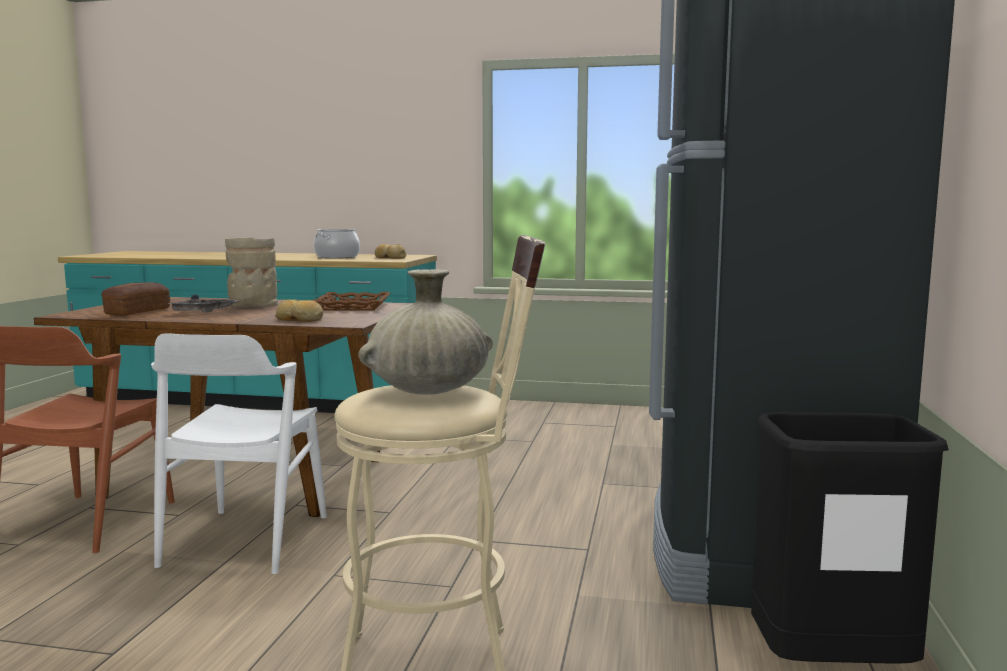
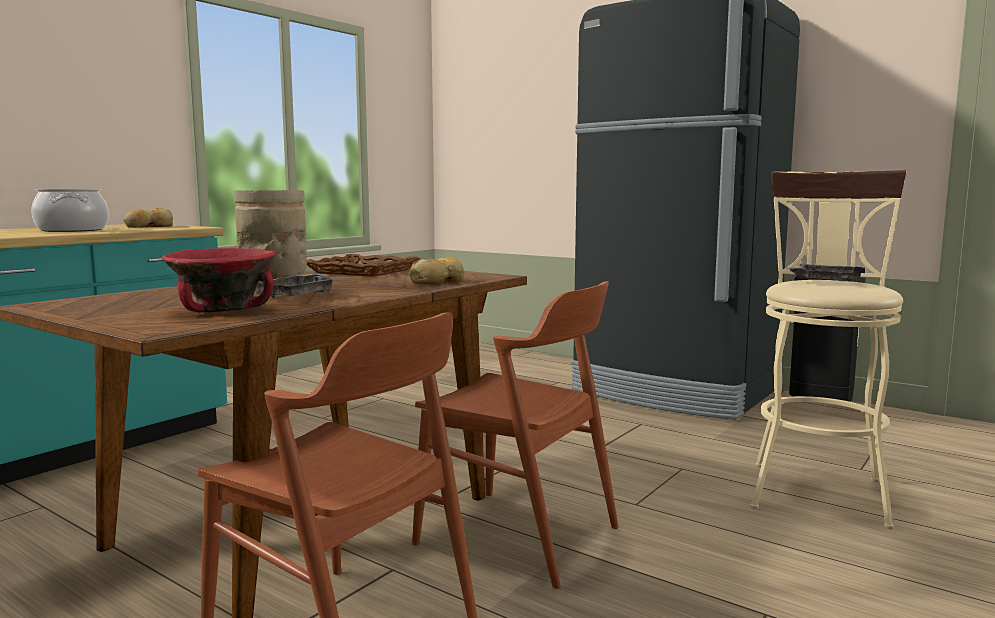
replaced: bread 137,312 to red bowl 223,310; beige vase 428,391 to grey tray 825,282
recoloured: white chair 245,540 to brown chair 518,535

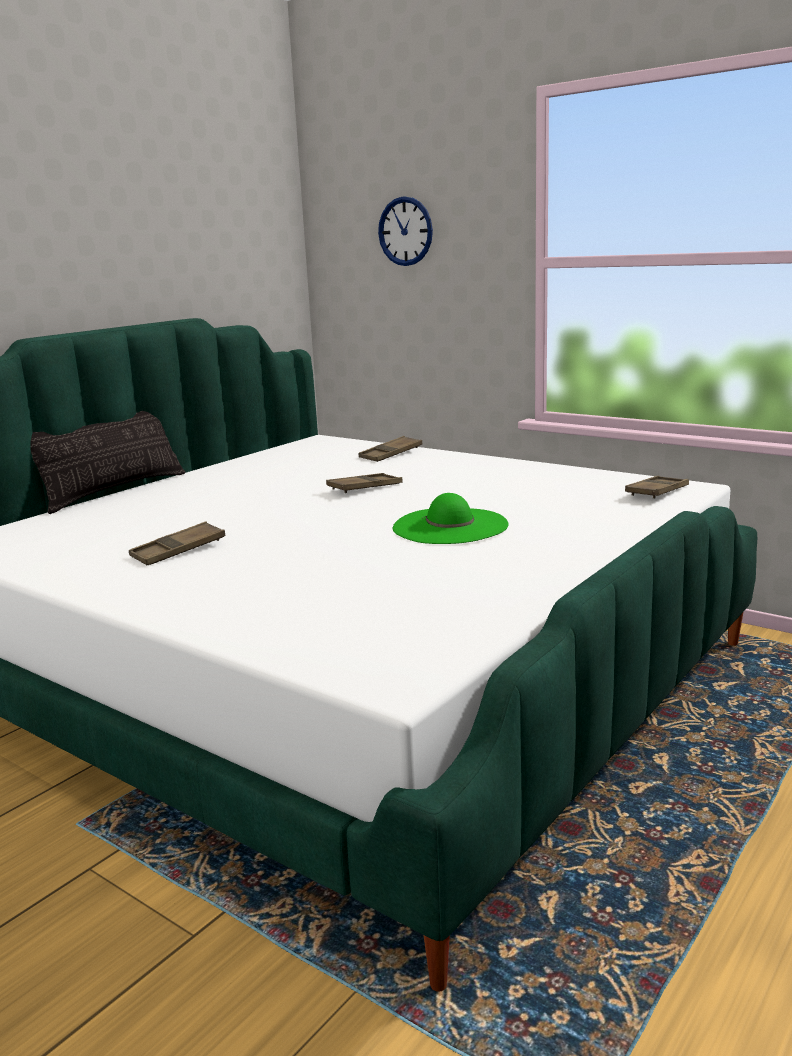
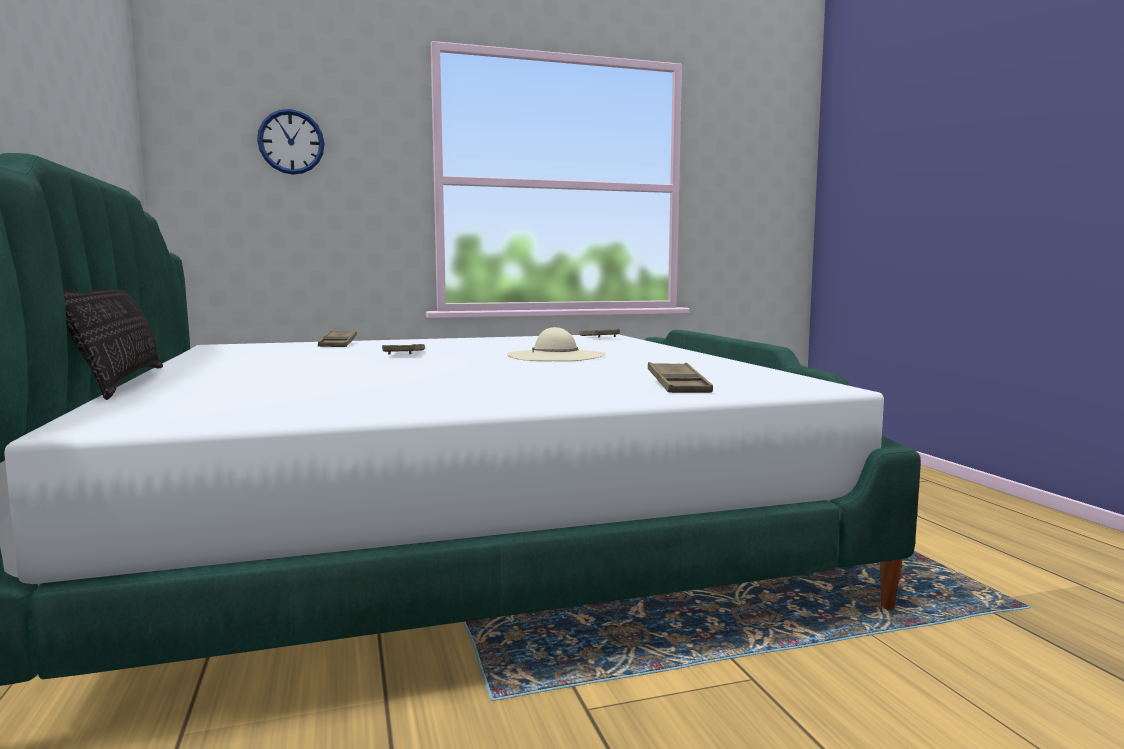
moved: brown tray 178,550 to 678,385
recoloured: green hat 450,526 to beige hat 555,356

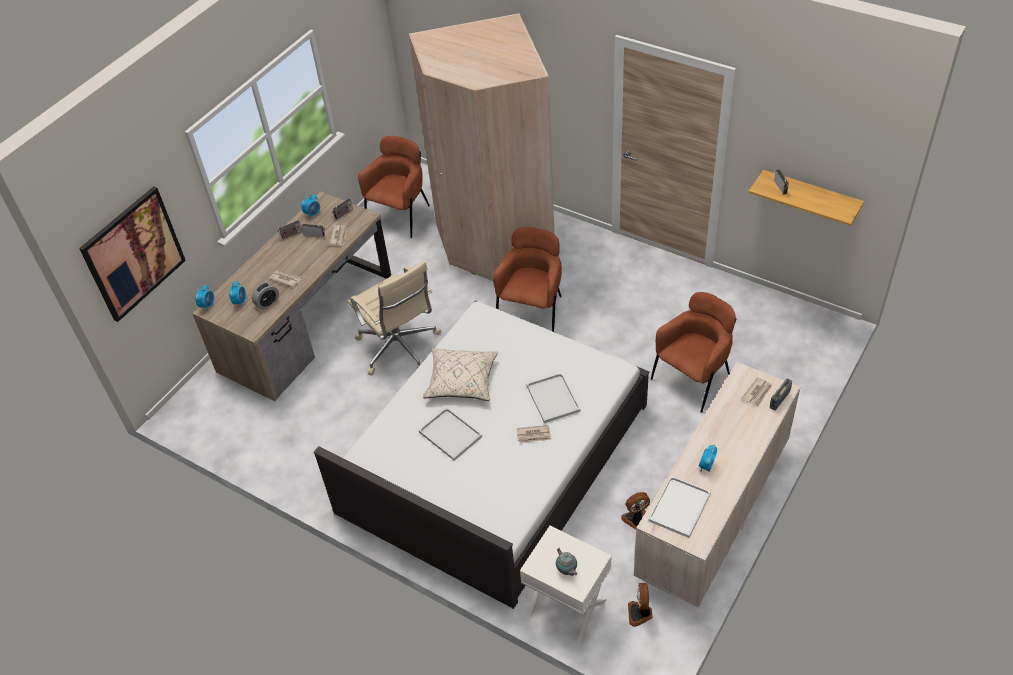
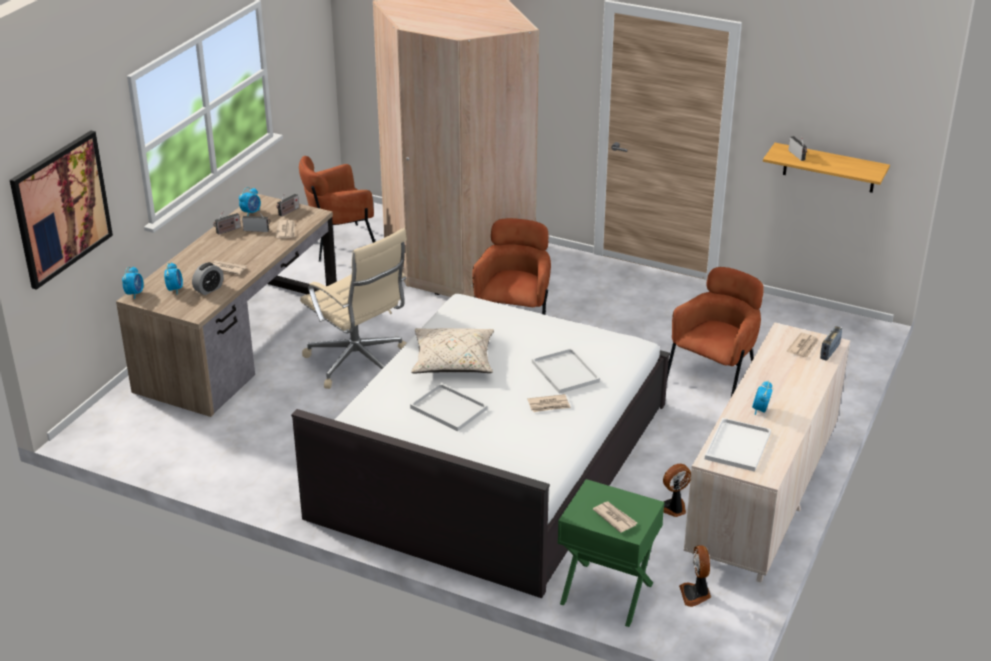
replaced: teapot 567,571 to newspaper 615,518
recoloured: white nightstand 566,608 to green nightstand 606,594
turned: brown armchair 400,215 = 340,245 135 degrees counterclockwise

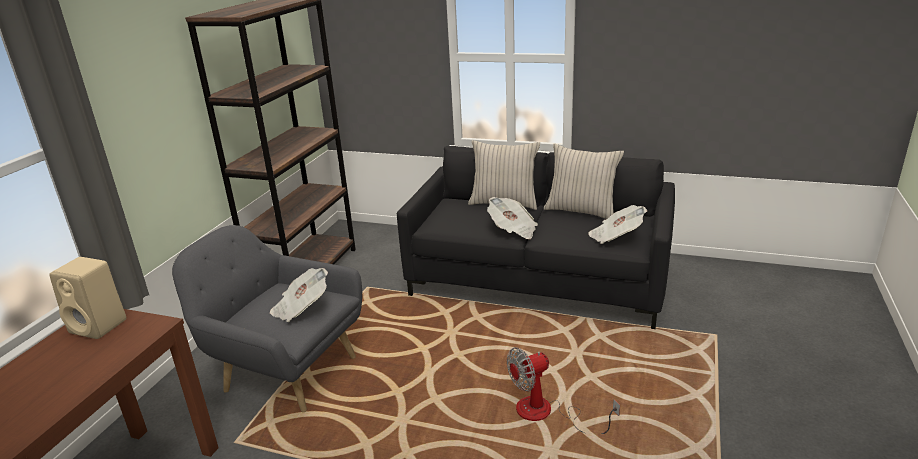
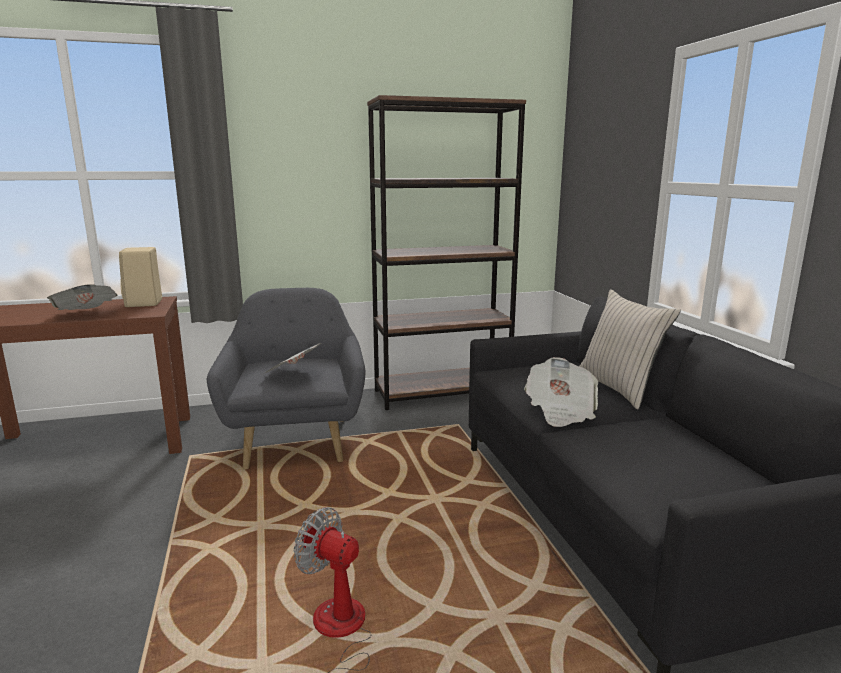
removed: beige pillow 581,211
moved: newspaper 615,237 to 86,315

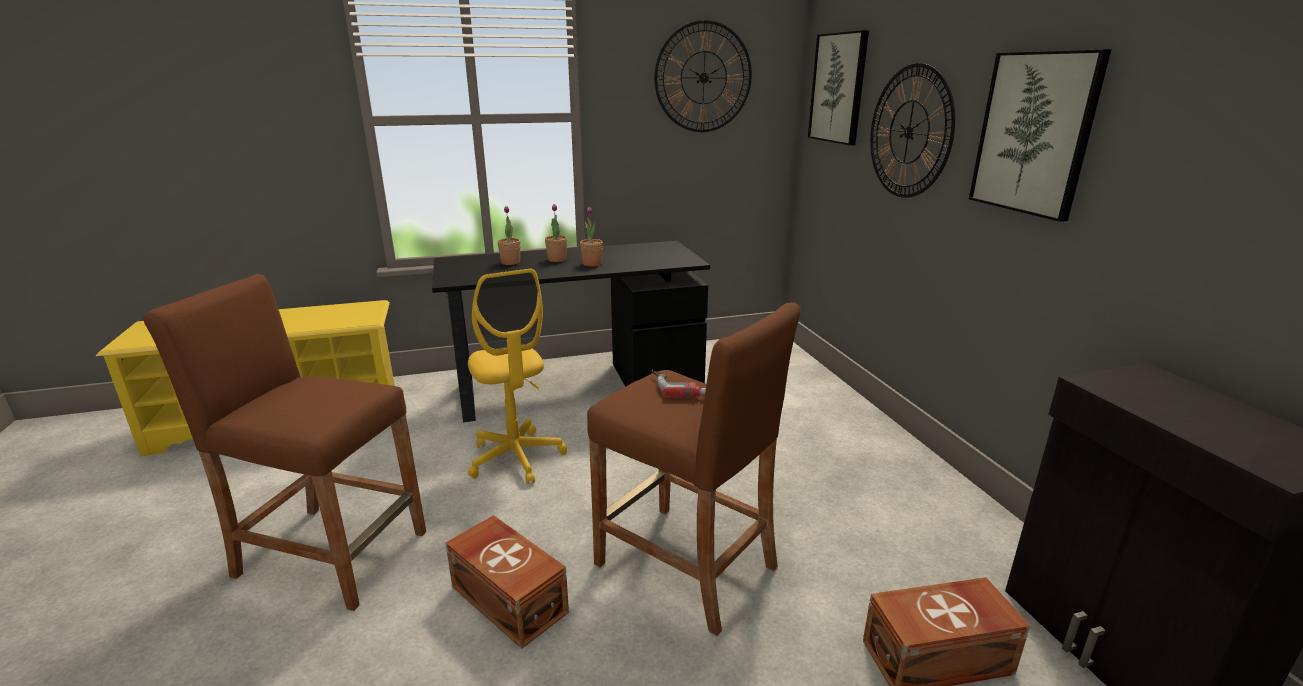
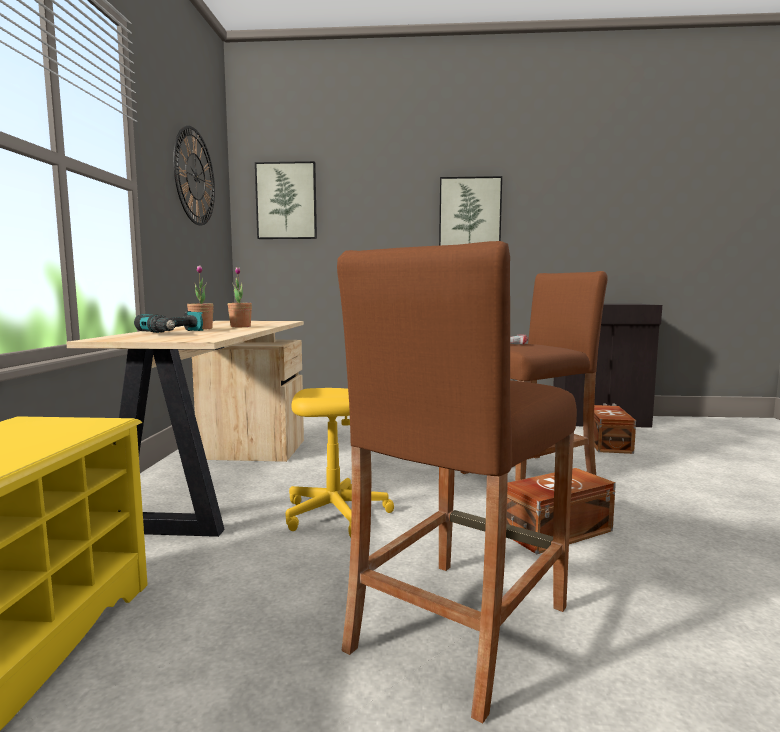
removed: wall clock 909,132
replaced: potted plant 510,262 to power drill 175,333
recoloured: black desk 576,387 to beige desk 221,477

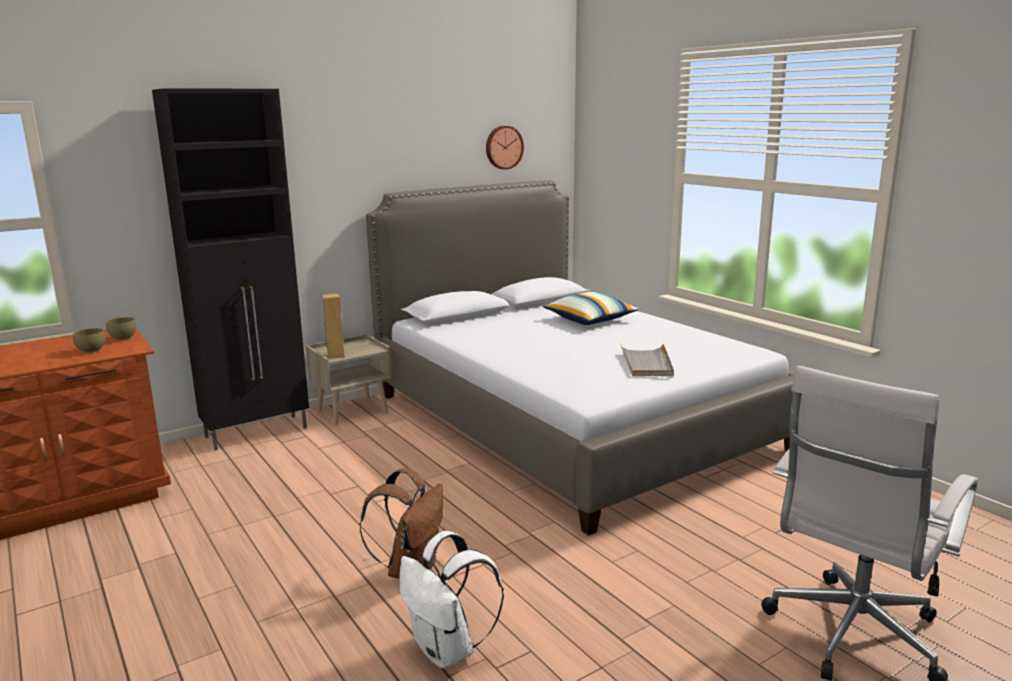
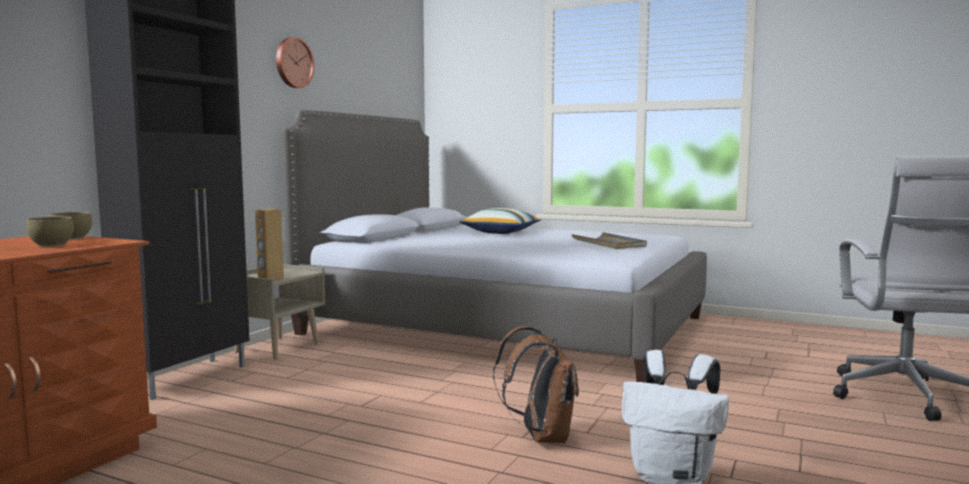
moved: wall clock 503,147 to 293,63

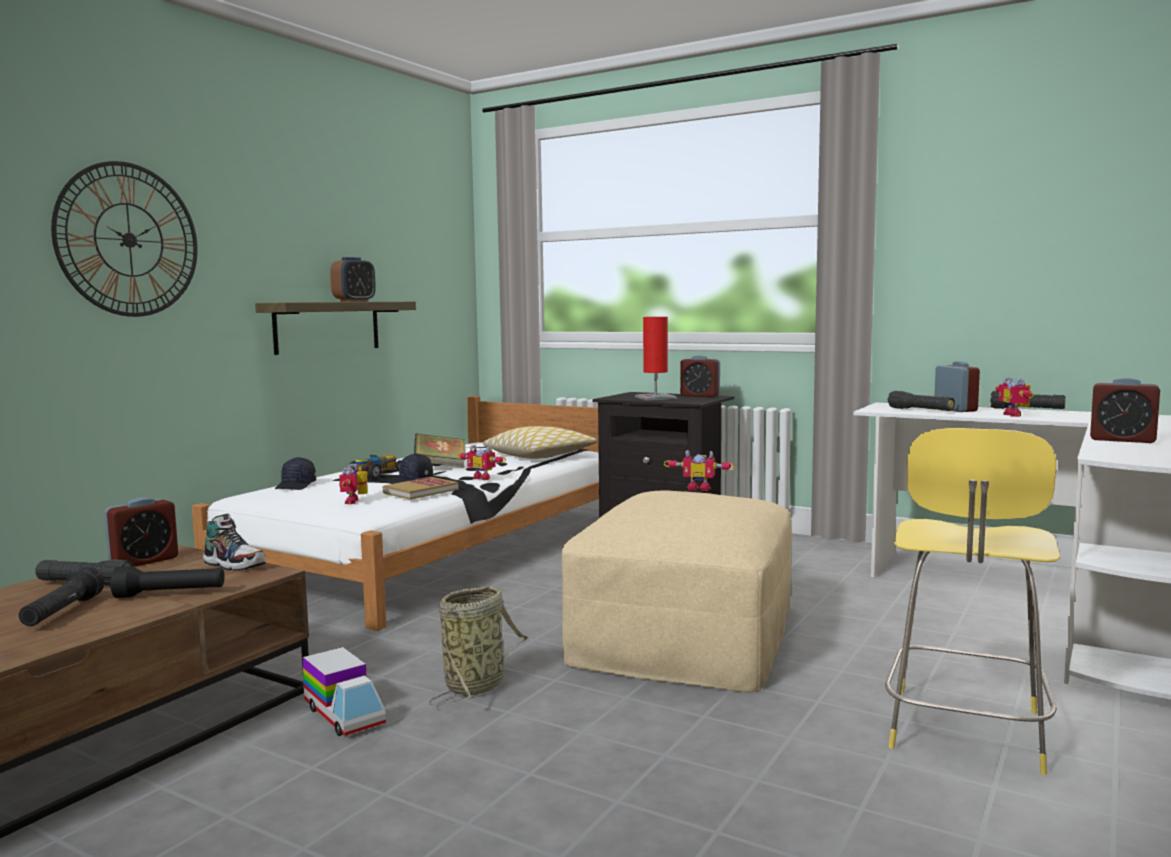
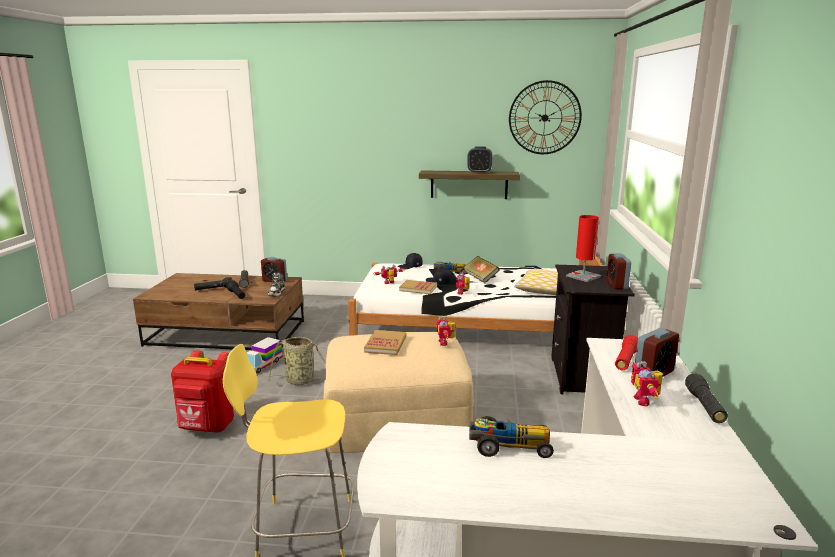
added: red backpack 207,427; book 385,344
moved: wall clock 129,240 to 544,118
replaced: alarm clock 1122,440 to toy car 508,446
recoloured: black flashlight 920,410 to red flashlight 626,360
turned: toy robot 1016,415 = 645,401 60 degrees counterclockwise

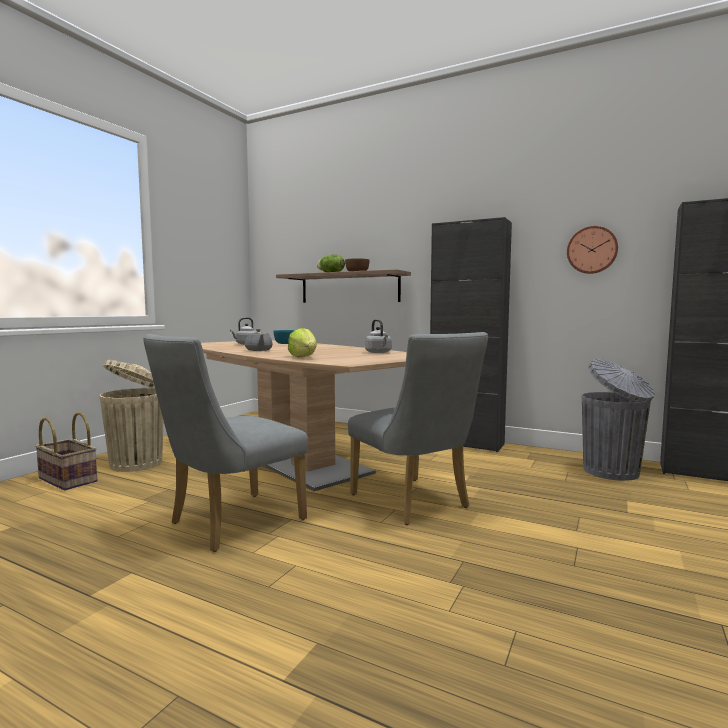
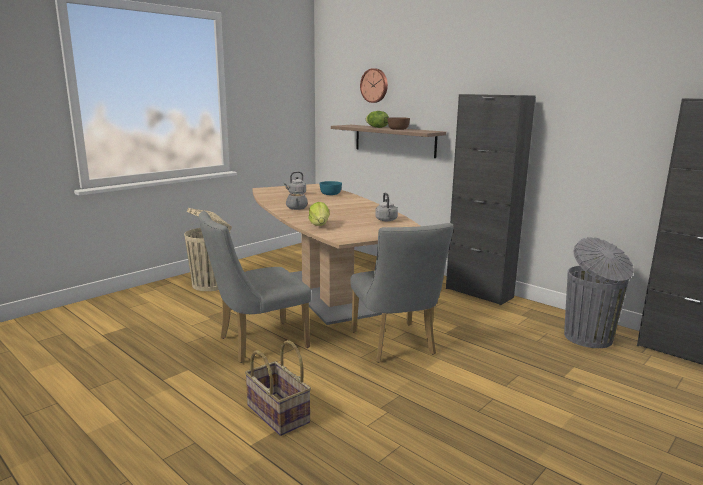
moved: basket 66,480 to 276,414; wall clock 592,250 to 374,85

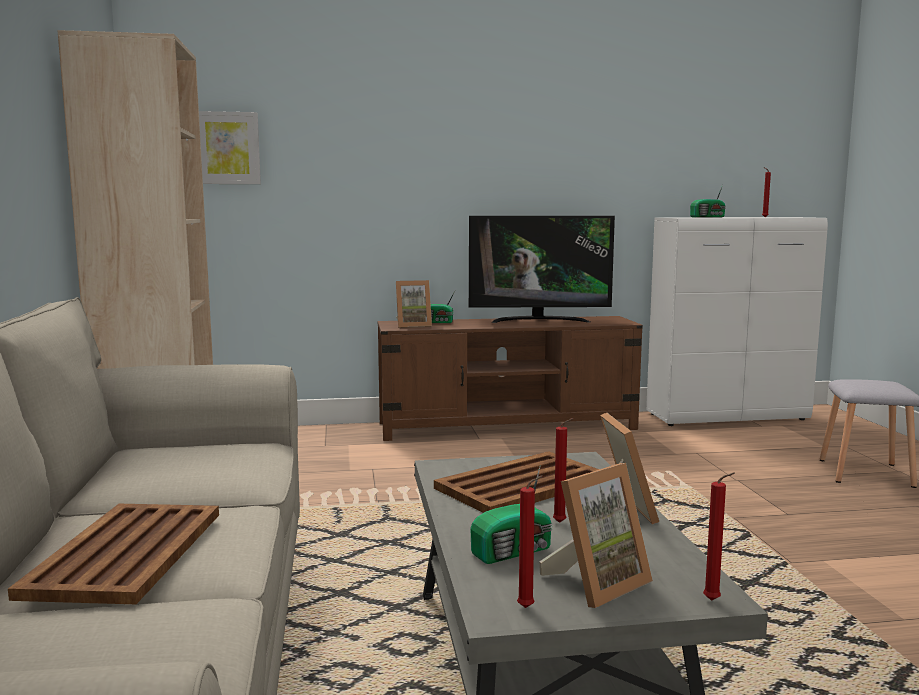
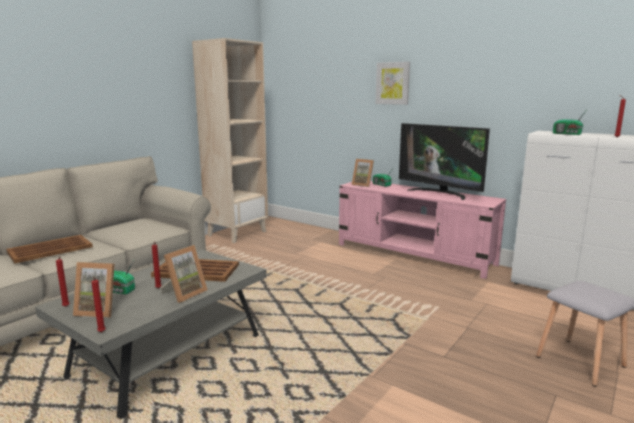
moved: picture 228,148 to 393,83
recoloured: brown tv stand 507,426 to pink tv stand 414,254

